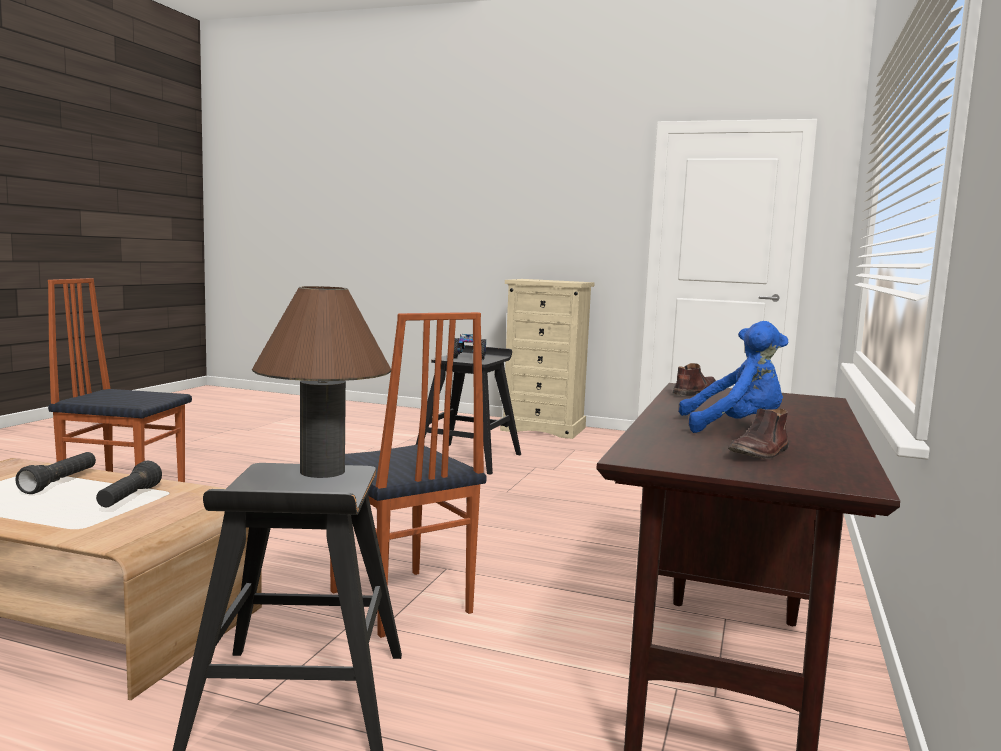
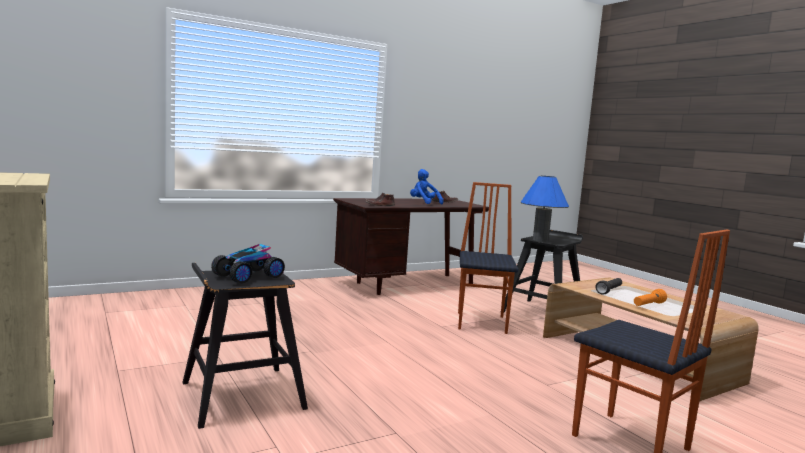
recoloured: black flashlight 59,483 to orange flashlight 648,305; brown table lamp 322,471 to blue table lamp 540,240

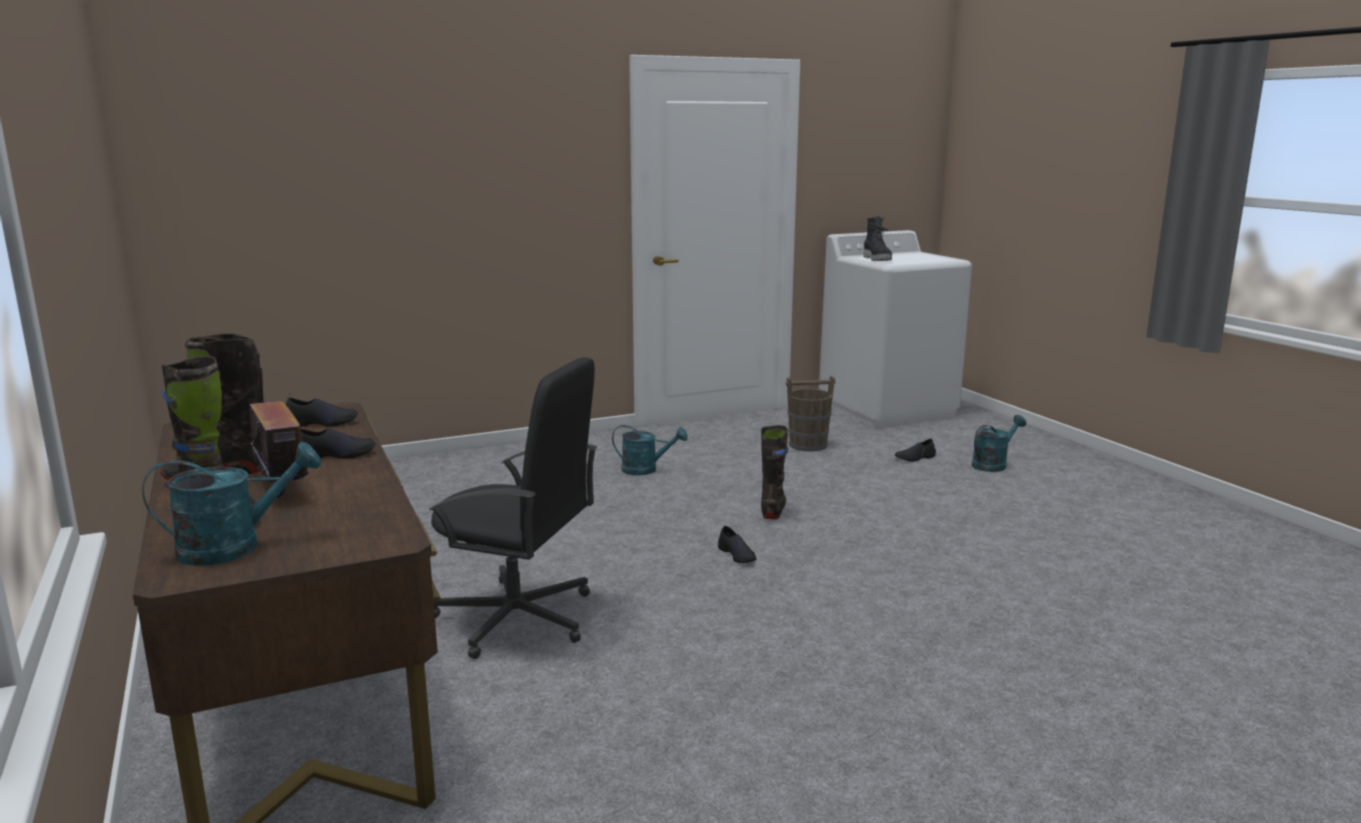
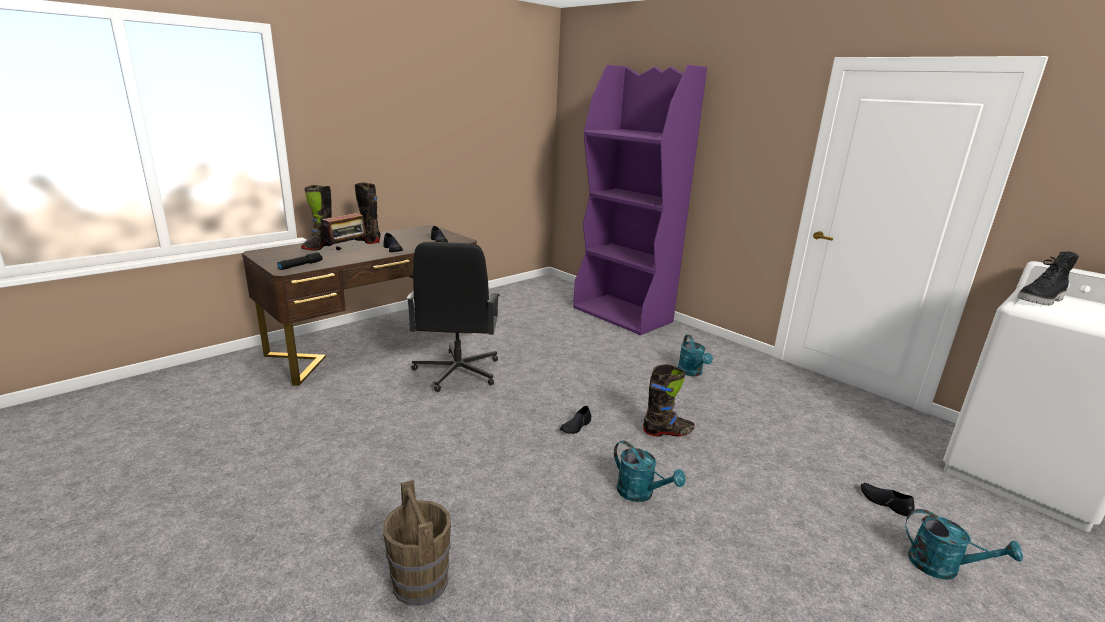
added: black flashlight 300,265; purple bookcase 623,315
moved: turquoise watering can 235,547 to 641,493; brown bucket 807,445 to 420,582

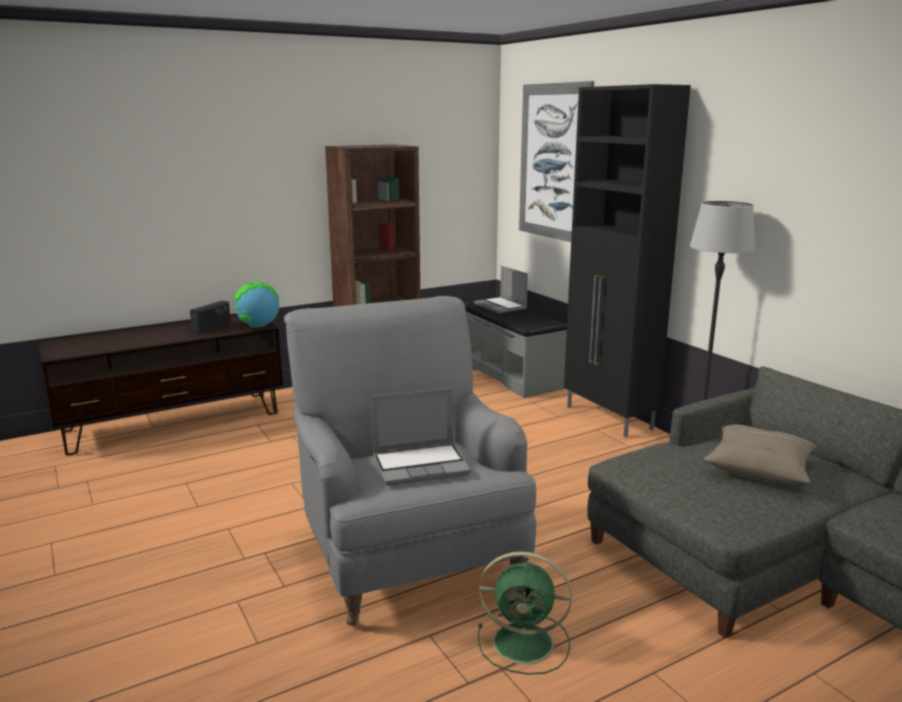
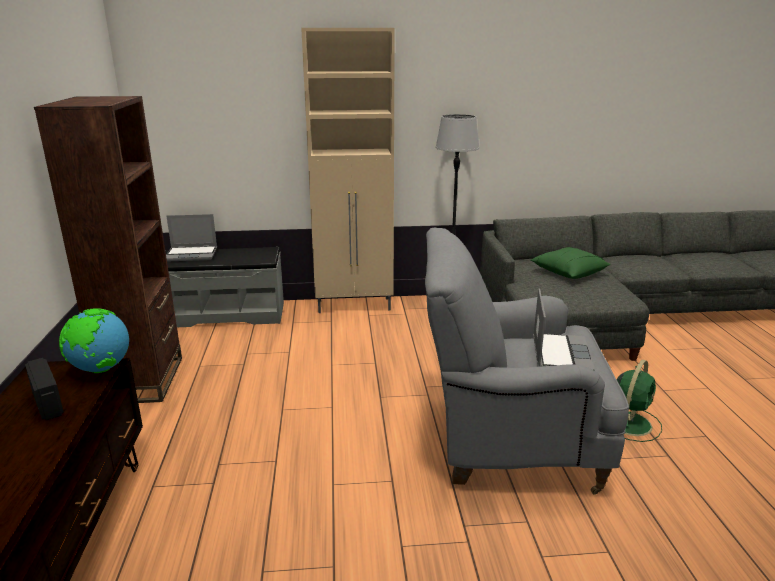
removed: picture 554,162
recoloured: black cabinet 609,418 to beige cabinet 355,305; beige pillow 759,469 to green pillow 568,272

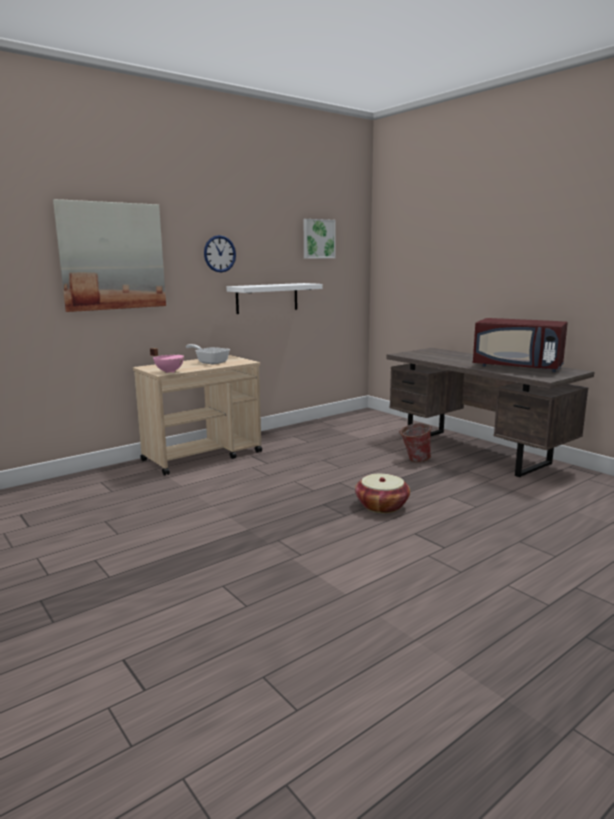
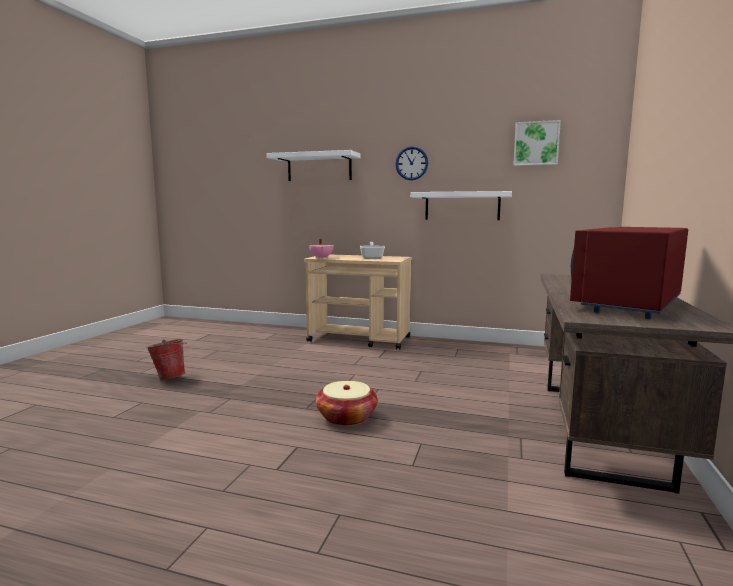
moved: bucket 414,460 to 169,377
replaced: picture 112,256 to white shelf 319,167
turned: red microwave 518,367 = 628,305 45 degrees clockwise

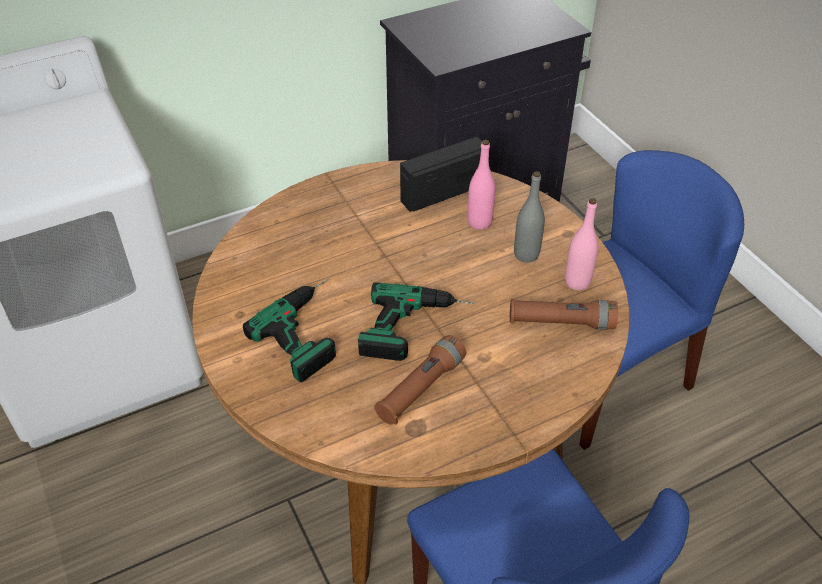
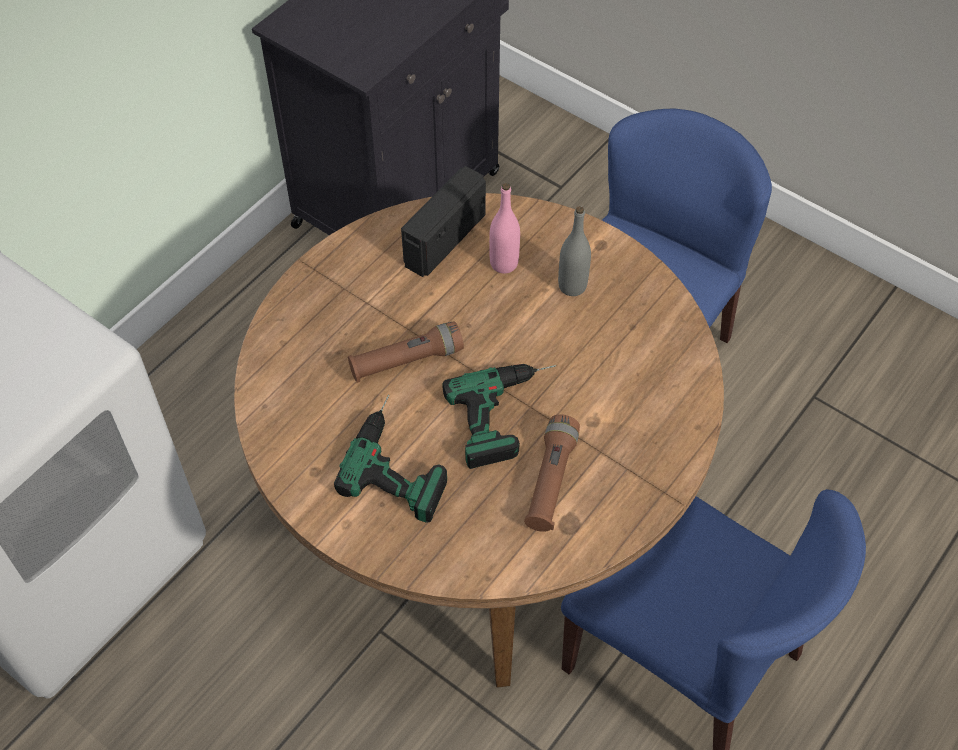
removed: pink bottle 577,282
moved: brown flashlight 561,322 to 406,361

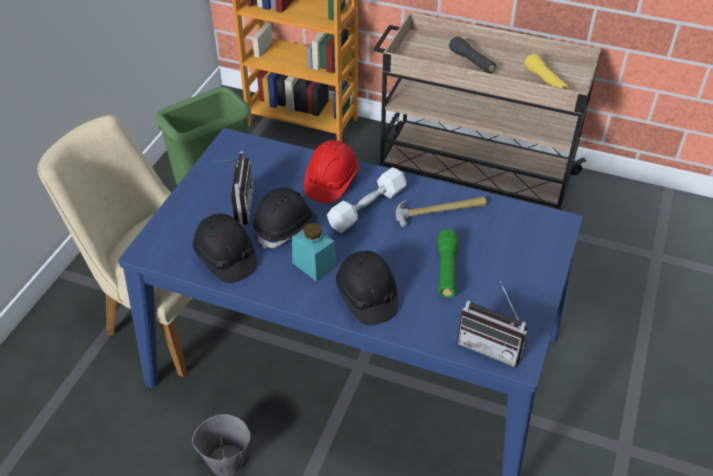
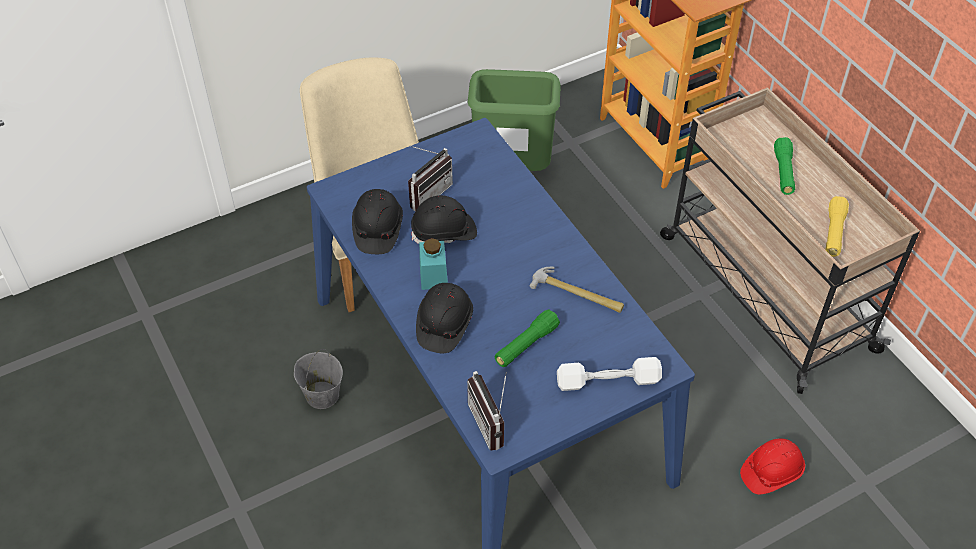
moved: red hard hat 331,182 to 771,472; white dumbbell 367,208 to 608,381
recoloured: black flashlight 472,62 to green flashlight 783,172

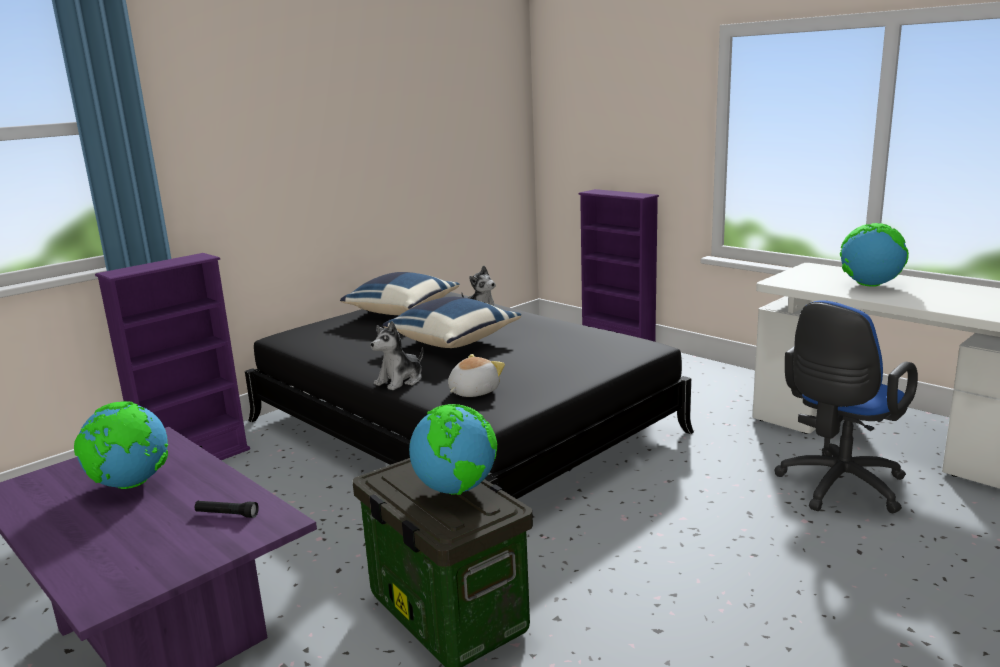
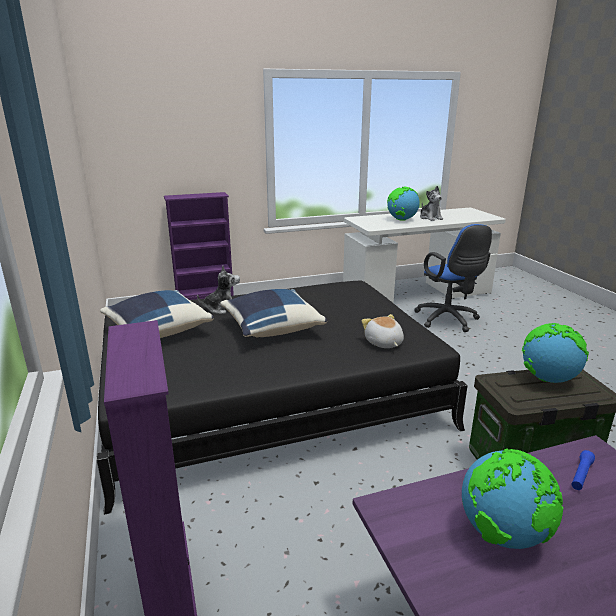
moved: plush toy 400,381 to 430,218
recoloured: black flashlight 227,514 to blue flashlight 581,475

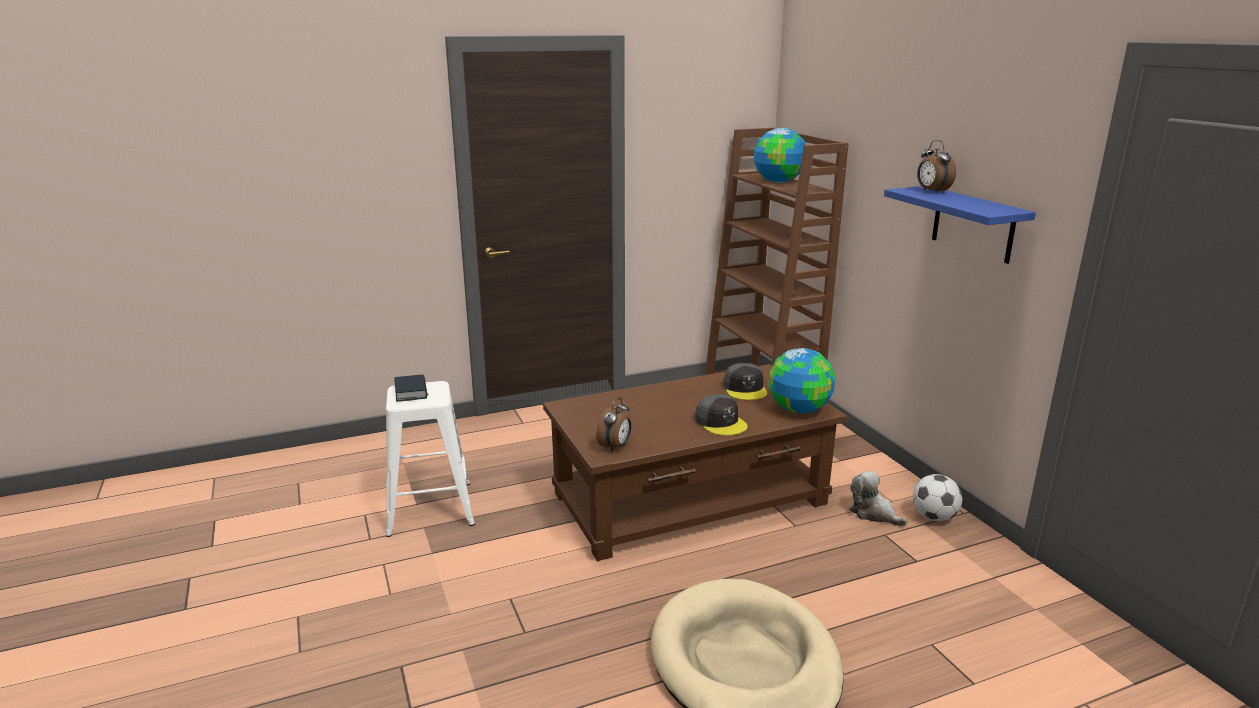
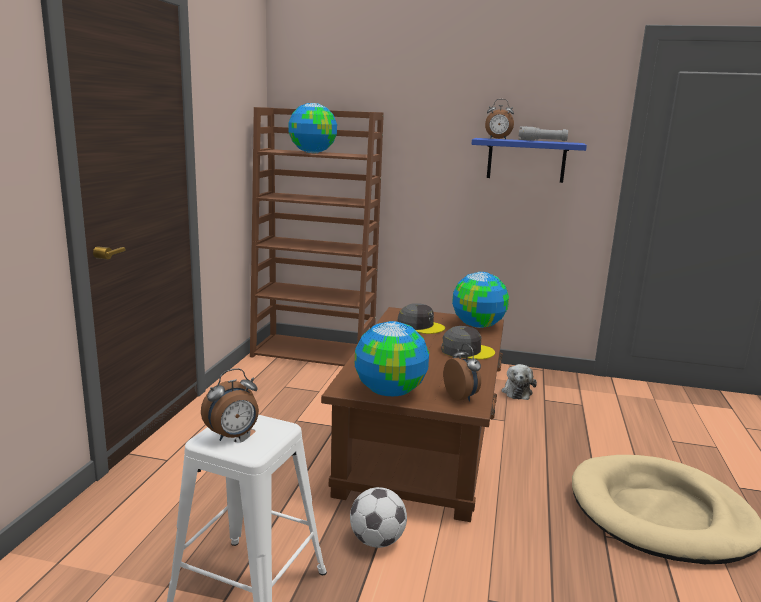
added: globe 389,392; grey flashlight 542,141
moved: football 934,517 to 377,541
replaced: book 411,392 to alarm clock 233,436
turned: plush toy 873,513 = 517,391 75 degrees counterclockwise

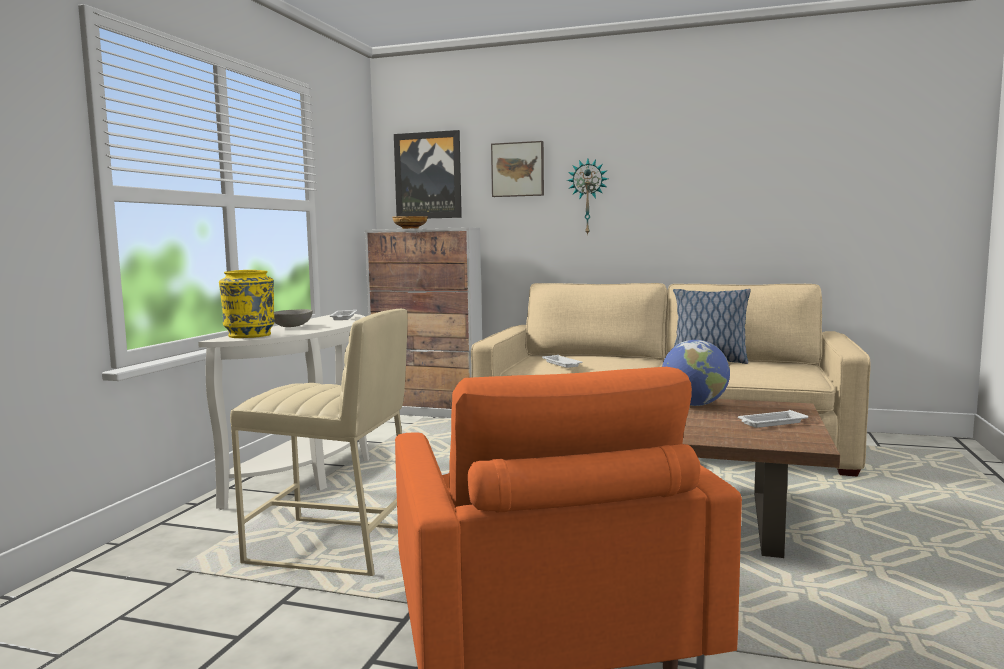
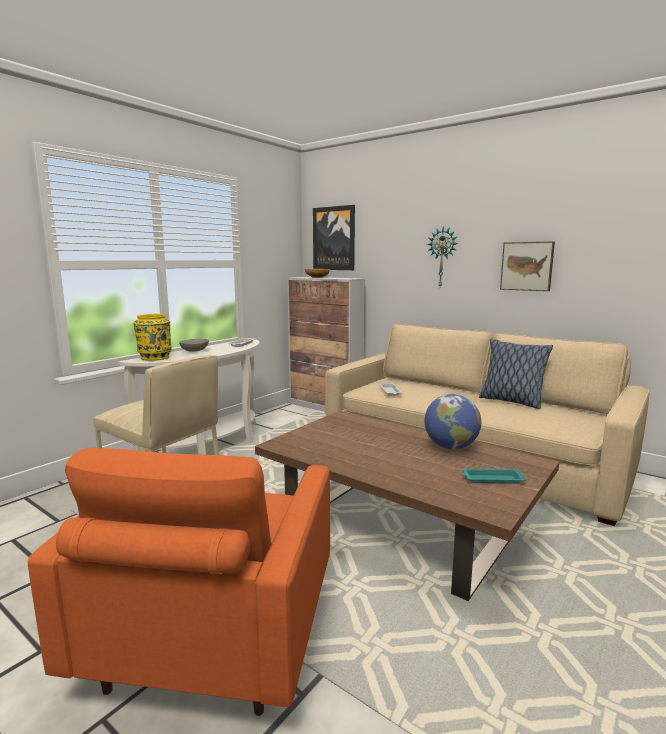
moved: picture 518,169 to 527,266
recoloured: white tray 771,423 to turquoise tray 491,479

